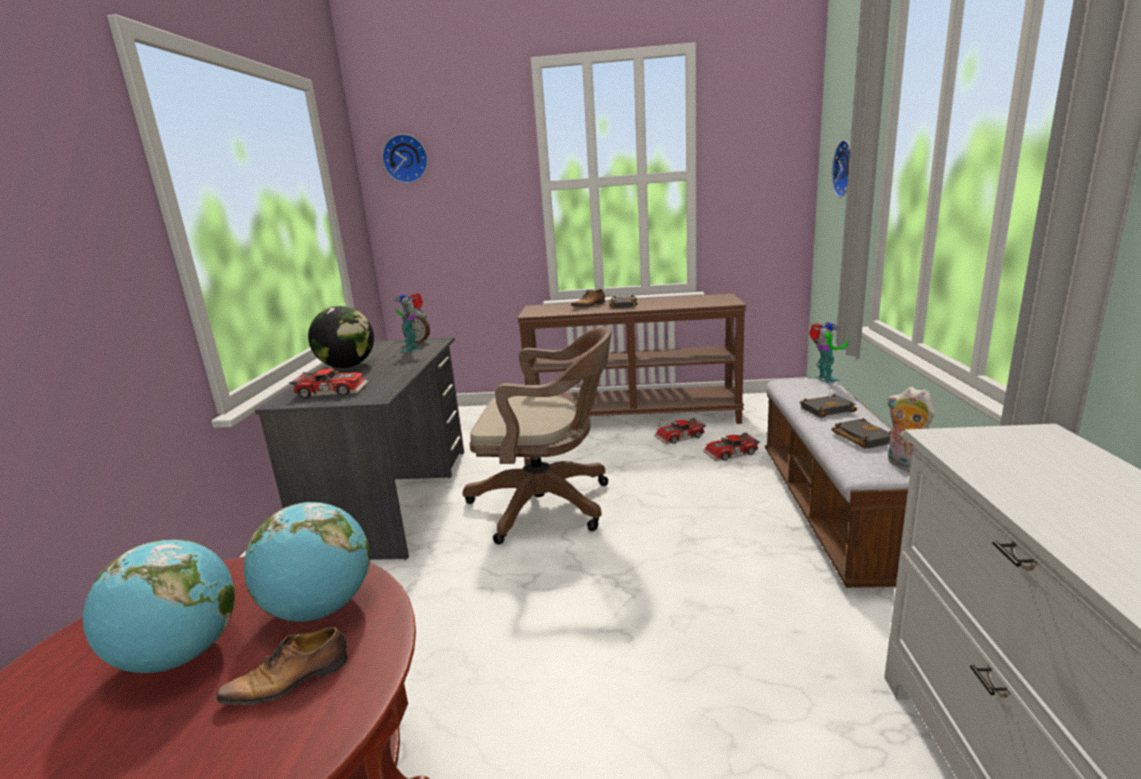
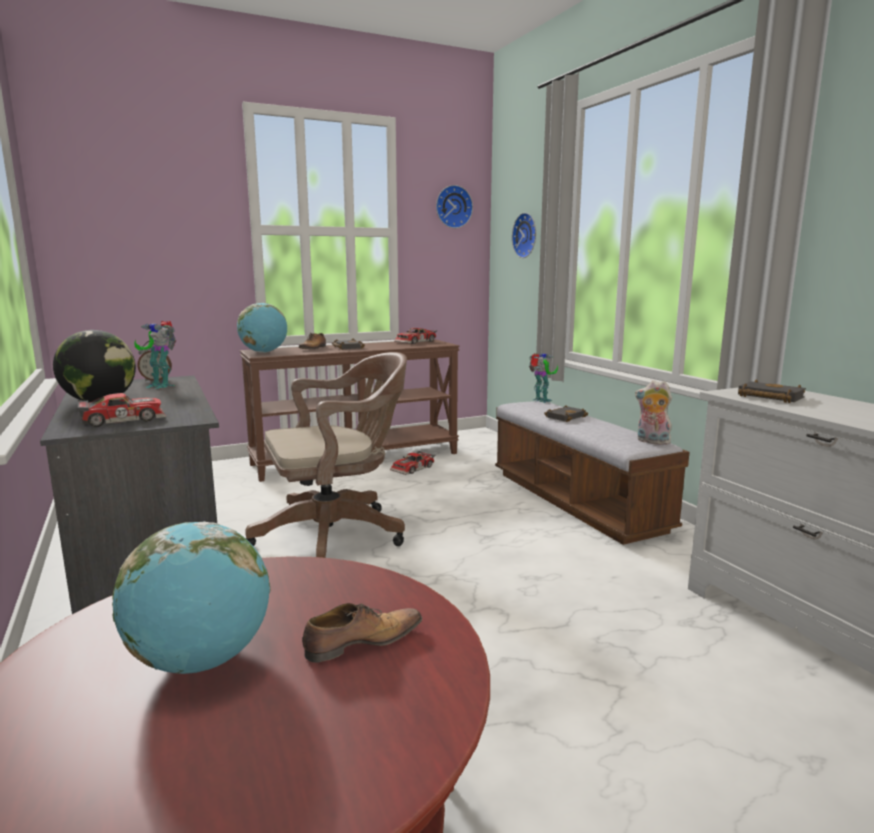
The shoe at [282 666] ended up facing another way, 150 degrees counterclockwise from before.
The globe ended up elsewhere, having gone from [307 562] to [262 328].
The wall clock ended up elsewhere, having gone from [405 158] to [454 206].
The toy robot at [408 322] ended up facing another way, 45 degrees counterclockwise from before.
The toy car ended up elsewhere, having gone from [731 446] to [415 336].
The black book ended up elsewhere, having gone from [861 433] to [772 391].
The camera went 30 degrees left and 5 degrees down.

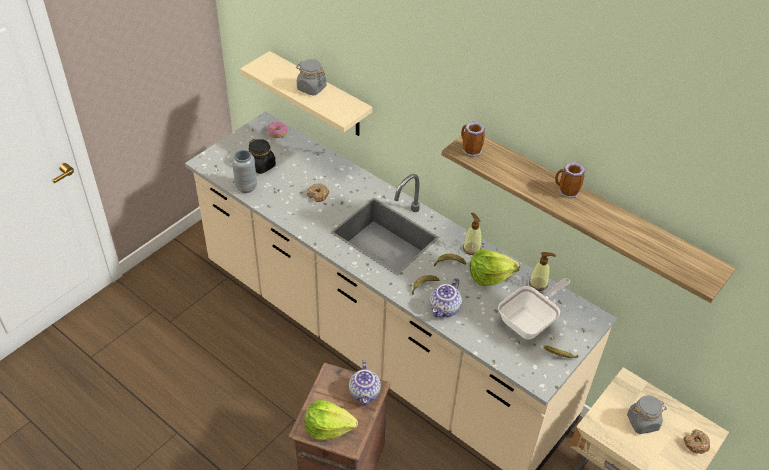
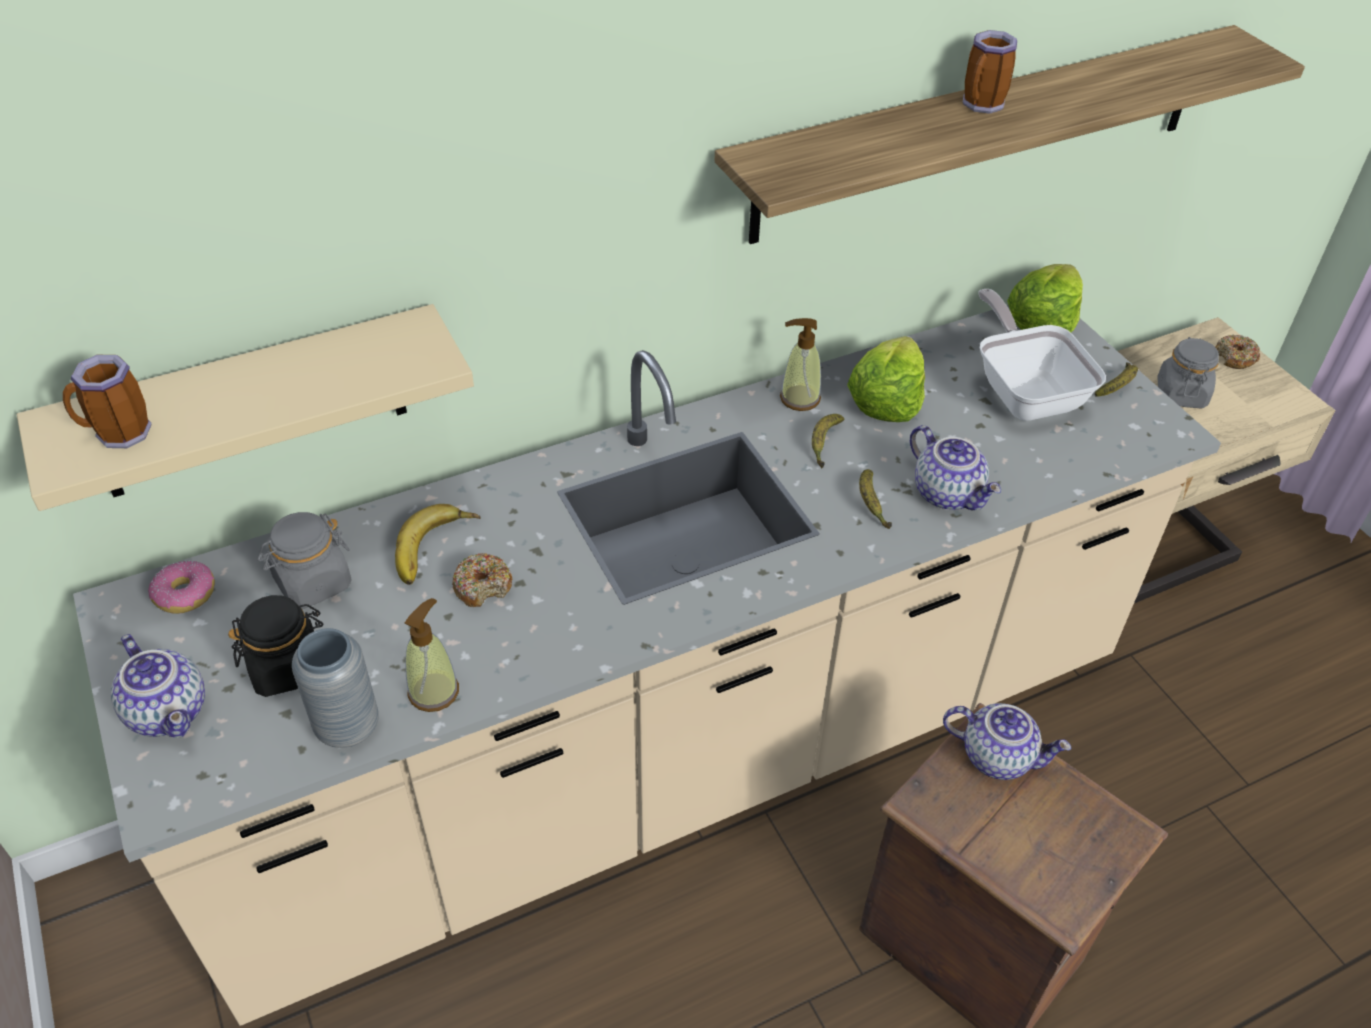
The grey jar ended up elsewhere, having gone from [311 77] to [304 560].
The lettuce ended up elsewhere, having gone from [331 420] to [1045 298].
The mug ended up elsewhere, having gone from [473 139] to [107 401].
The soap dispenser ended up elsewhere, having gone from [542 271] to [432 655].
The second view gained the teapot at [158 686].
The second view gained the banana at [438 544].
The camera went 65 degrees left and 0 degrees up.

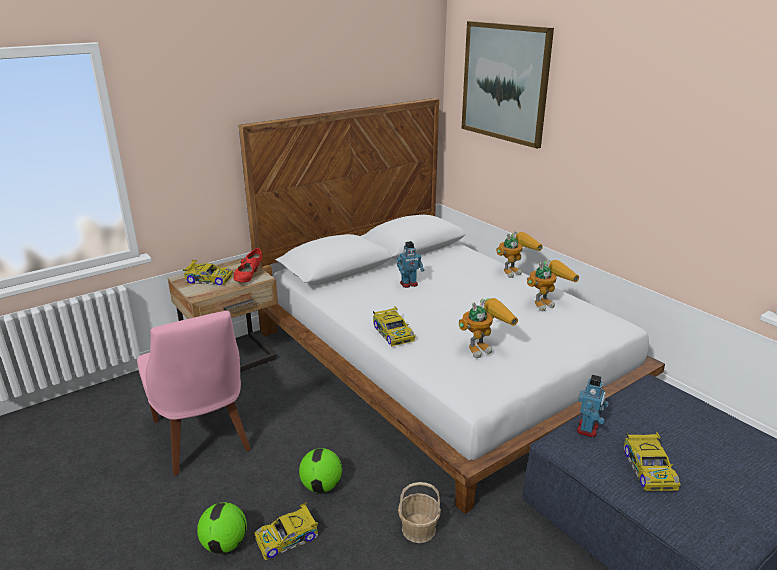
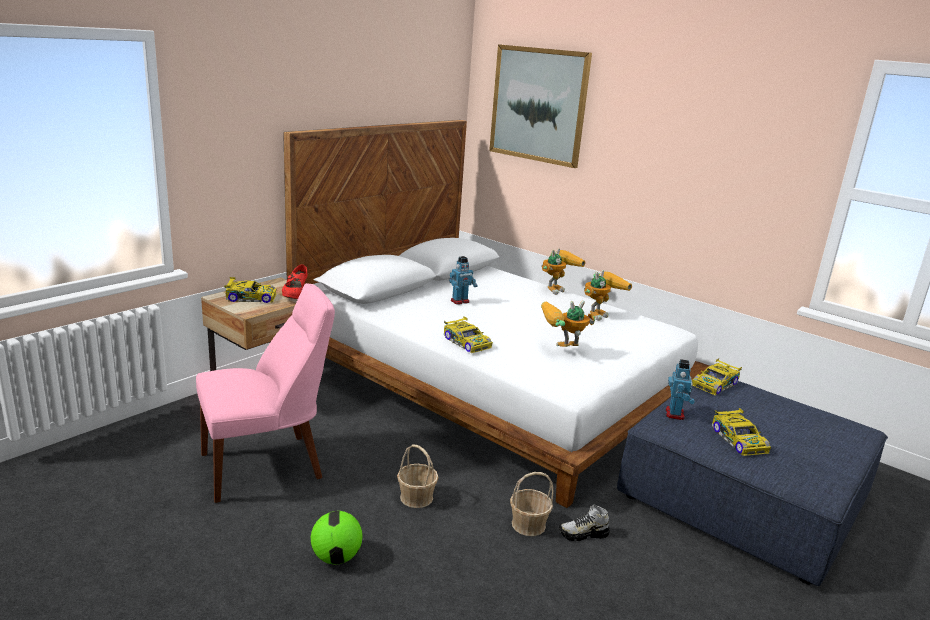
The pink chair at [194 393] ended up facing another way, 75 degrees counterclockwise from before.
The toy car ended up elsewhere, having gone from [286 531] to [717 377].
Where the football stood at [320 470], the basket came to stand at [418 476].
The toy robot at [488 328] ended up facing another way, 150 degrees counterclockwise from before.
The second view gained the shoe at [584 522].
The camera went 15 degrees left and 5 degrees down.

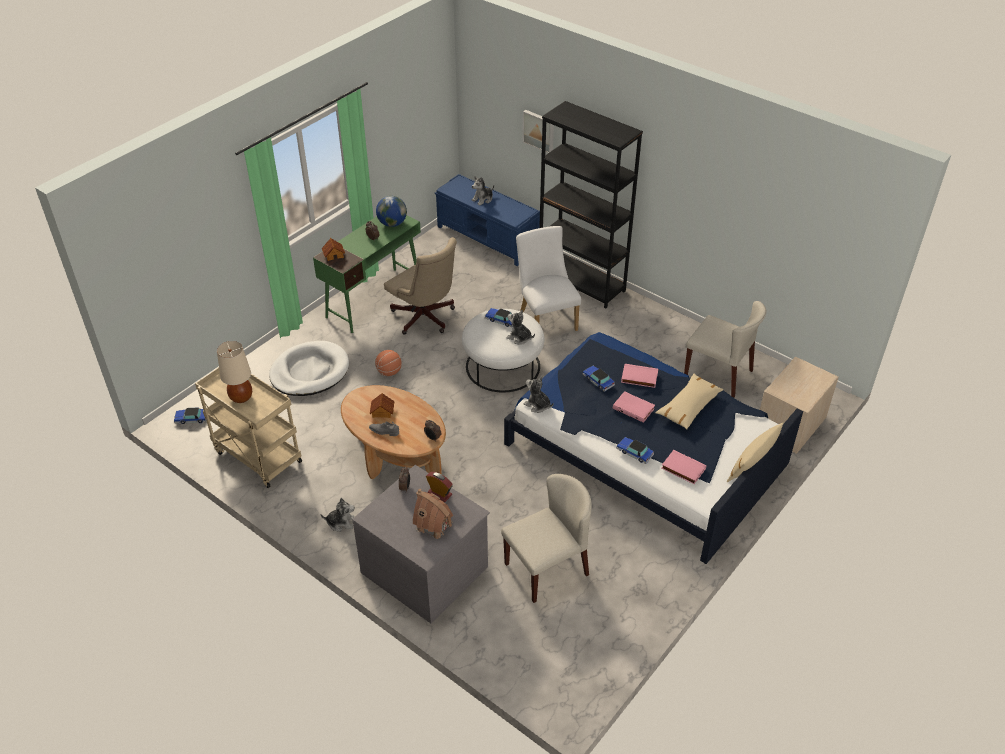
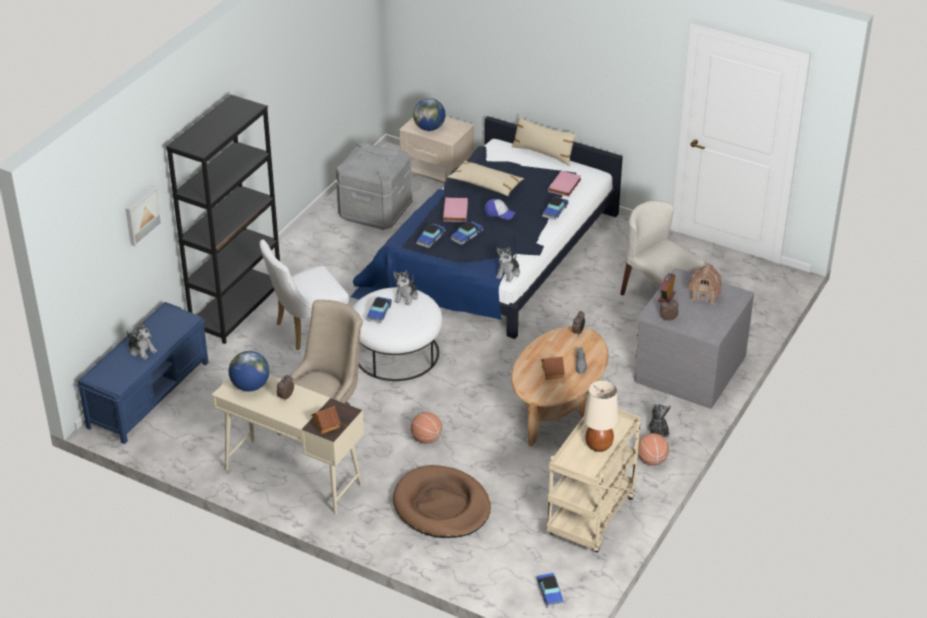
What was the white dog bed at [309 368] turned into the brown dog bed at [442 501].
What was the green desk at [367 274] turned into the beige desk at [288 445].
Where the pink book stood at [634 407], the cap came to stand at [500 209].
Where the beige chair stood at [725 349], the grey storage box came to stand at [374 186].
The second view gained the globe at [429 114].
The second view gained the toy car at [431 236].
The second view gained the basketball at [653 449].
The camera went 100 degrees left and 5 degrees down.

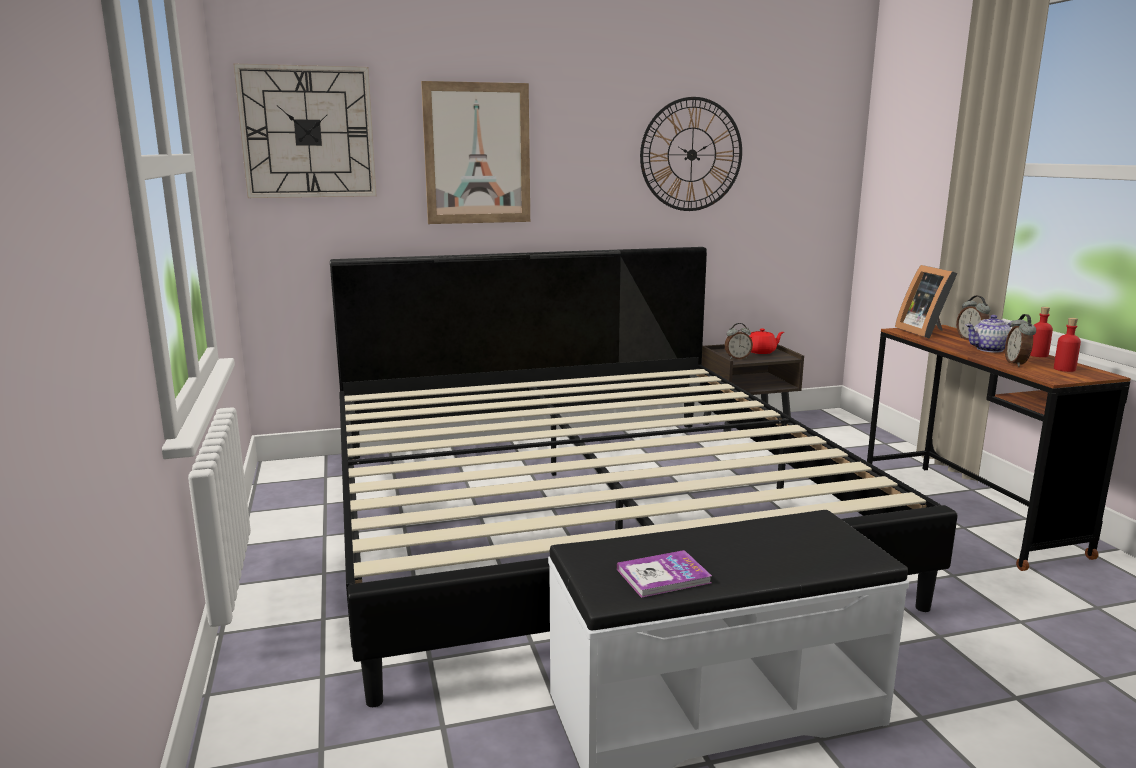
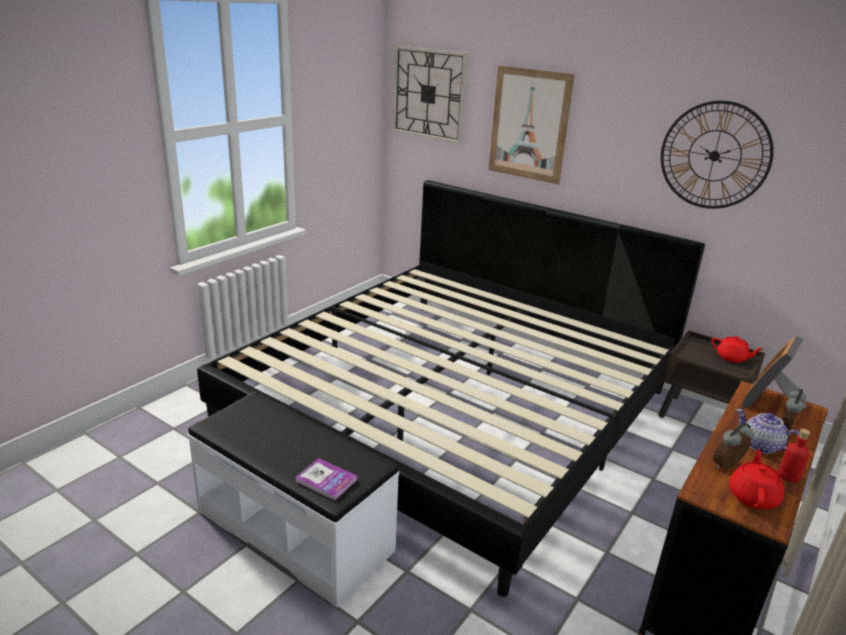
The book ended up elsewhere, having gone from [664 574] to [326 479].
The second view lost the alarm clock at [738 341].
Where the red bottle stood at [1067 345], the red teapot came to stand at [756 479].
The camera went 50 degrees right and 10 degrees up.

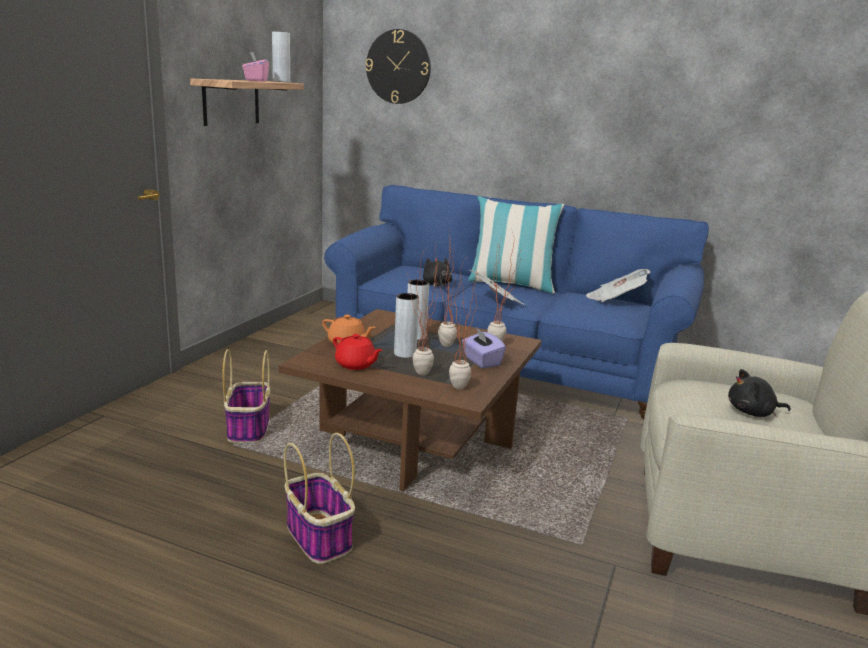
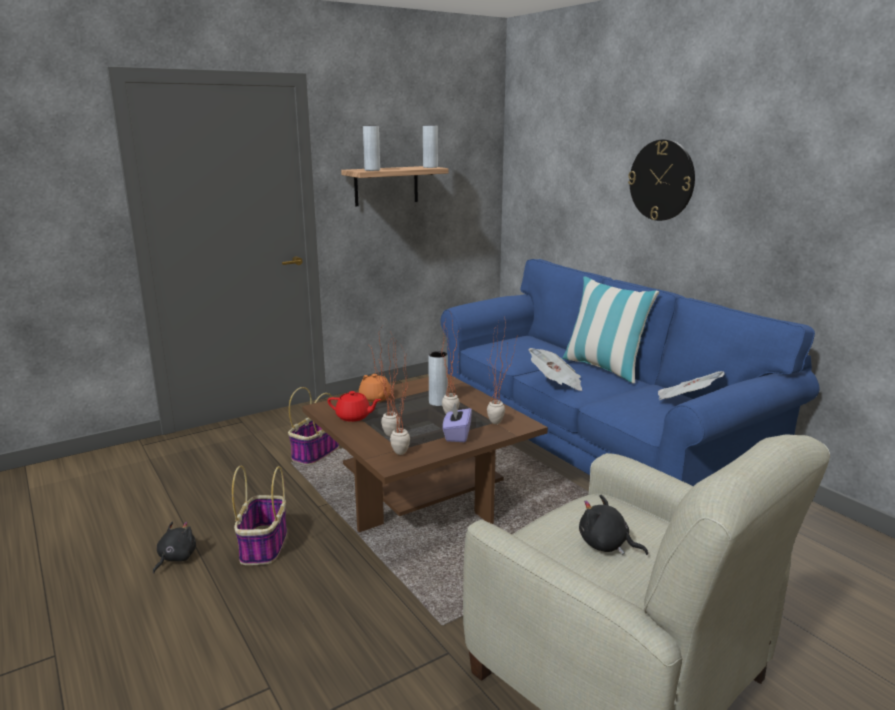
The second view lost the pink tissue box at [255 67].
The red teapot at [358 352] ended up facing another way, 60 degrees counterclockwise from before.
The wall clock ended up elsewhere, having gone from [398 66] to [661 180].
The grey vase ended up elsewhere, having gone from [406 325] to [371 148].
The black plush toy ended up elsewhere, having gone from [437 273] to [174 548].
The camera went 35 degrees right and 0 degrees up.

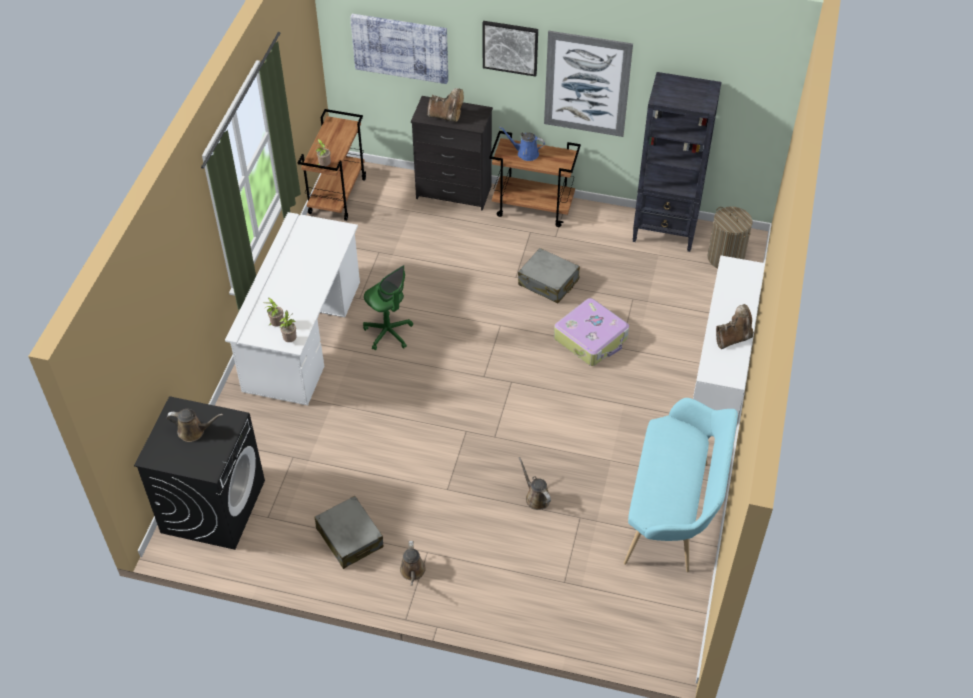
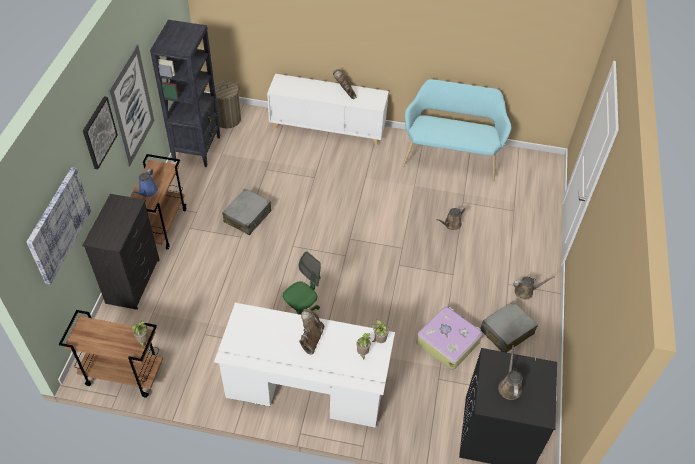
The brown boot ended up elsewhere, having gone from [445 105] to [311 331].
The suitcase ended up elsewhere, having gone from [591 332] to [449 338].
The camera went 95 degrees left and 0 degrees up.

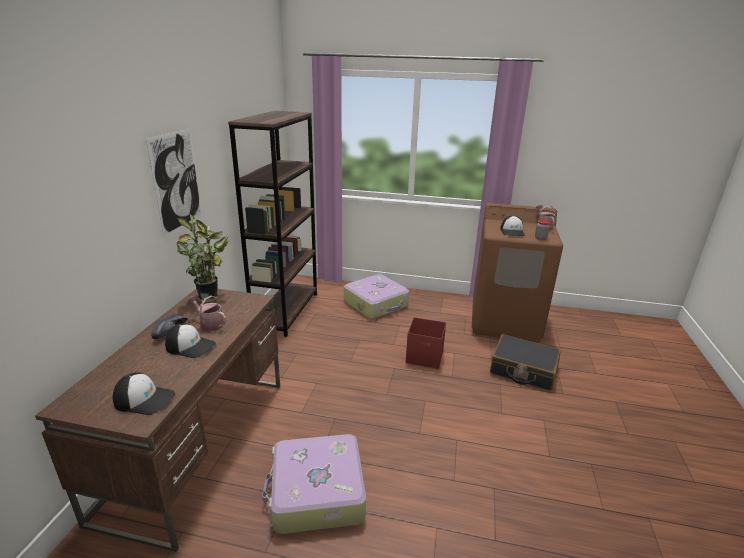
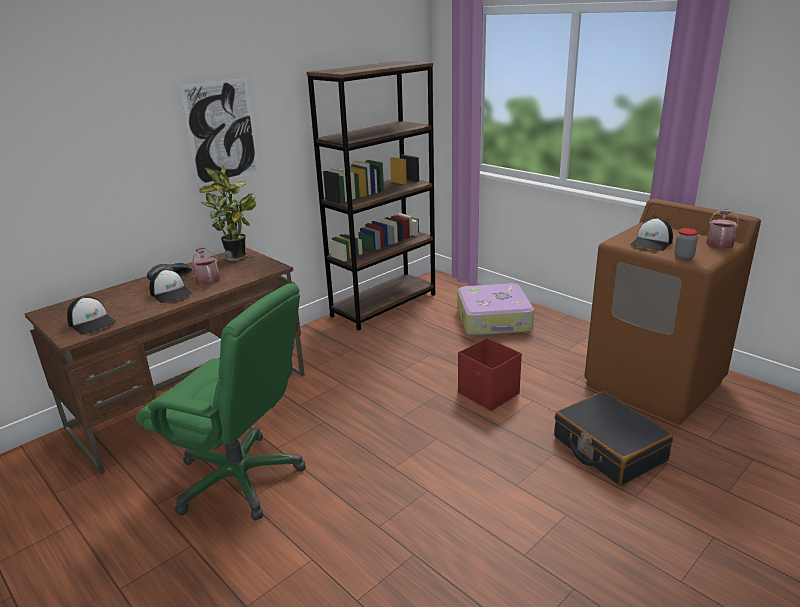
Where the suitcase stood at [314 484], the green office chair came to stand at [221 402].
The camera went 35 degrees right and 0 degrees up.

